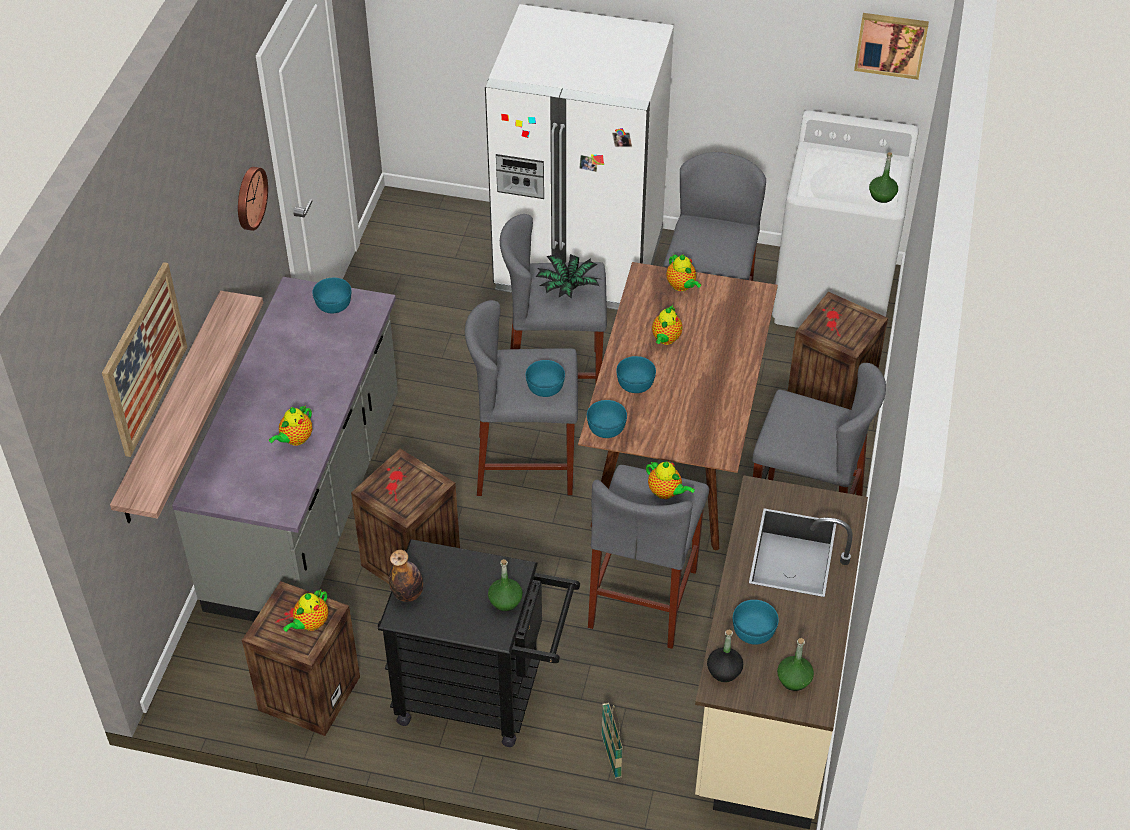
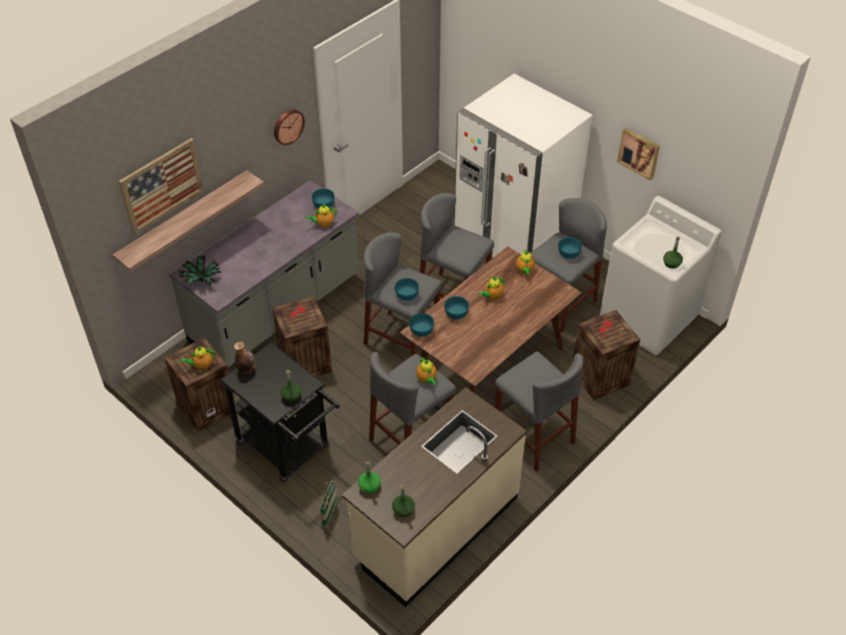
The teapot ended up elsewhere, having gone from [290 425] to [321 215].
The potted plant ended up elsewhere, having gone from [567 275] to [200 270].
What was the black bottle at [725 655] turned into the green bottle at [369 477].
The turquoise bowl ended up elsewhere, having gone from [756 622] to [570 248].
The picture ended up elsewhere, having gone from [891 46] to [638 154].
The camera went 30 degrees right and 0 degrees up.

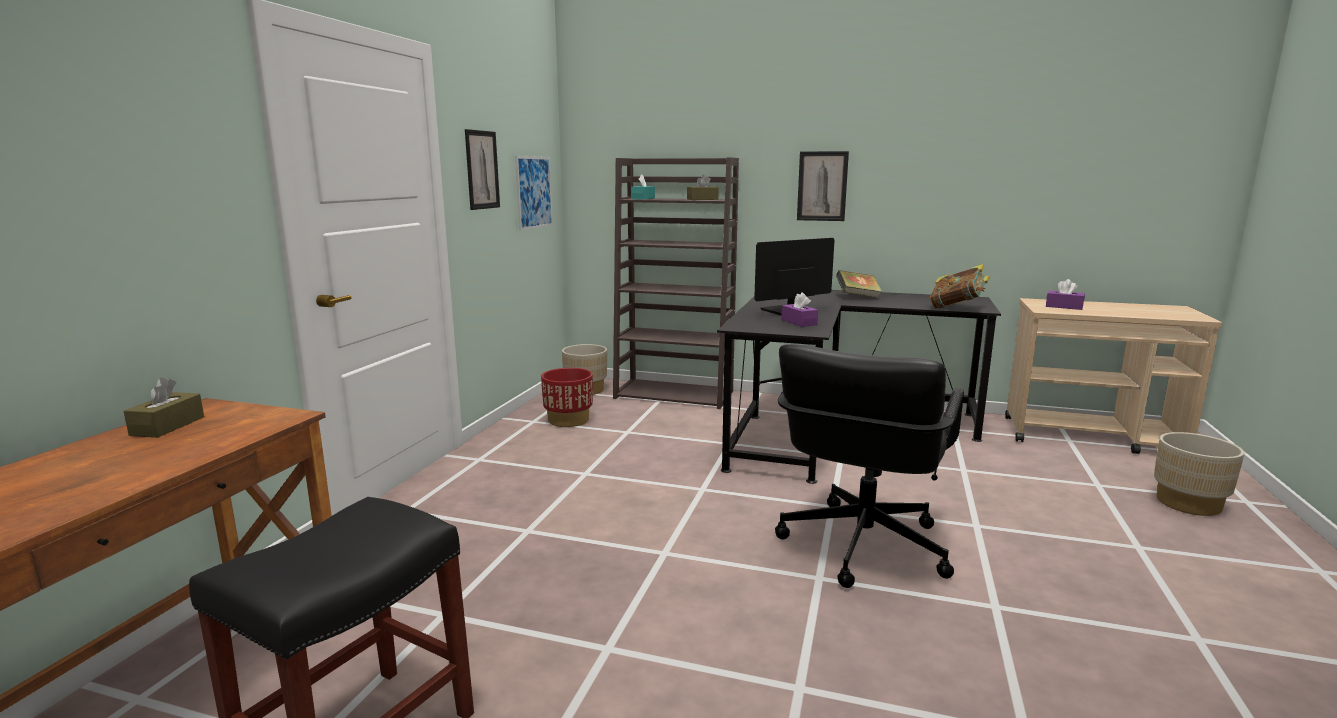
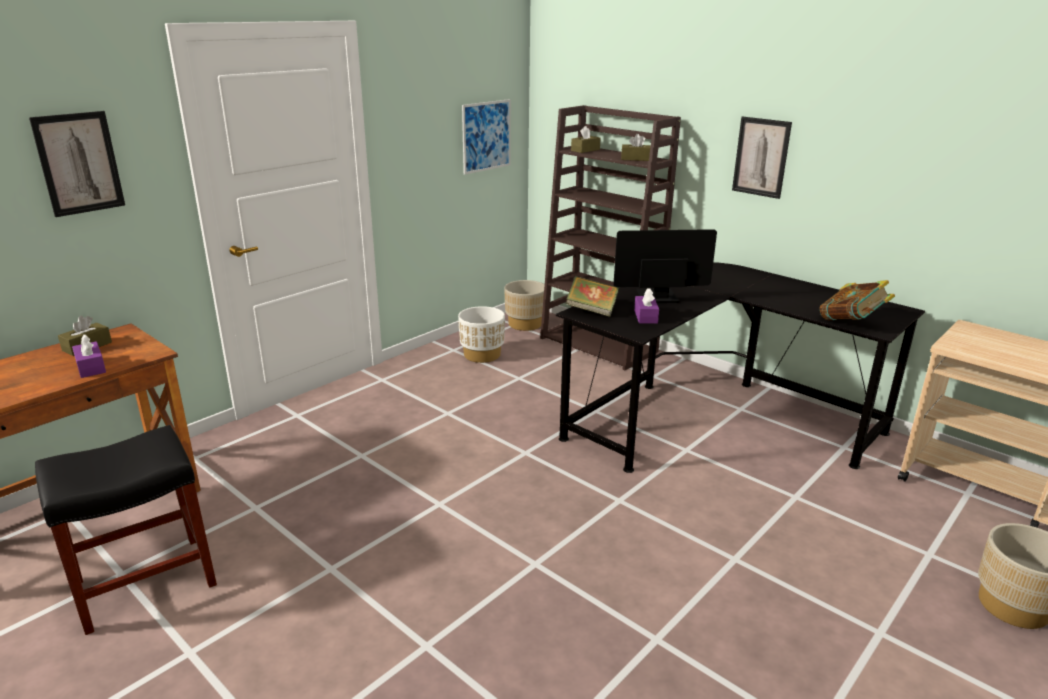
The picture ended up elsewhere, having gone from [482 169] to [77 164].
What was the red planter at [567 397] turned into the white planter at [481 334].
What was the turquoise tissue box at [643 187] turned into the brown tissue box at [585 139].
The second view lost the black office chair at [869 466].
The book ended up elsewhere, having gone from [859 284] to [592 296].
The purple tissue box ended up elsewhere, having gone from [1065 294] to [89 356].
The camera went 25 degrees right and 10 degrees up.

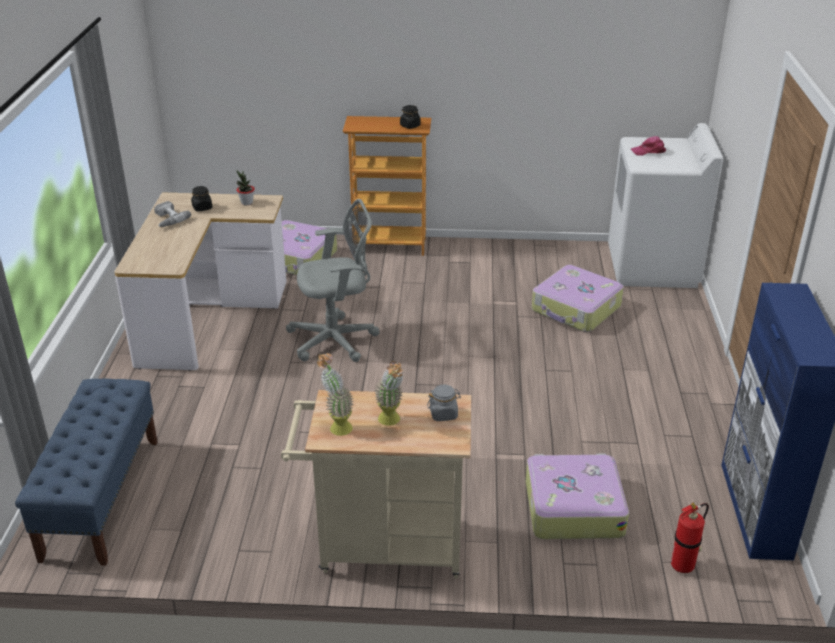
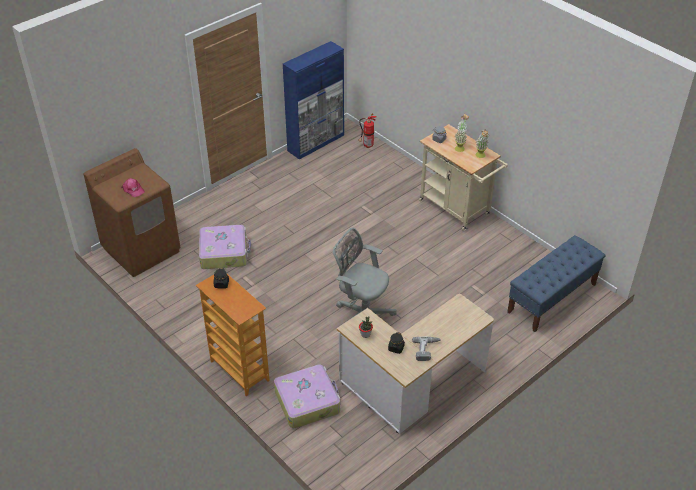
The second view lost the suitcase at [577 496].
What was the white washing machine at [665 205] turned into the brown washing machine at [132 212].
The camera went 135 degrees left and 10 degrees up.

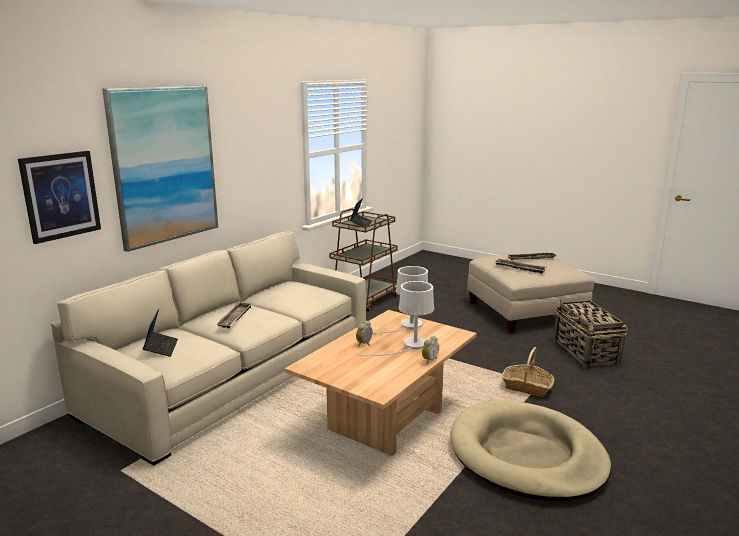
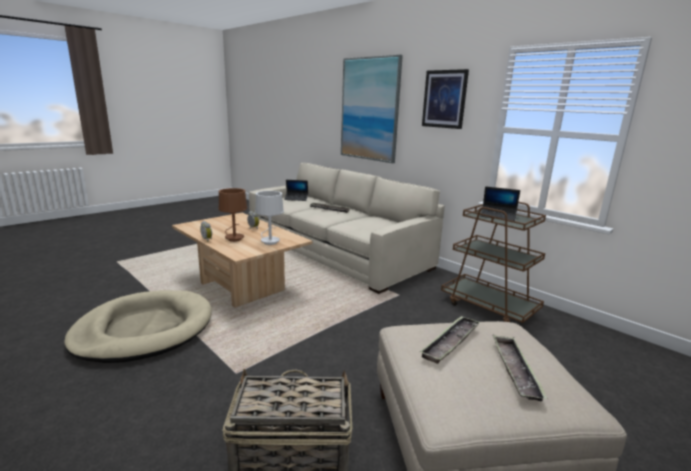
The picture ended up elsewhere, having gone from [59 197] to [445 99].
What was the white table lamp at [395 318] turned into the brown table lamp at [232 215].
The second view lost the basket at [528 372].
The camera went 100 degrees right and 0 degrees up.

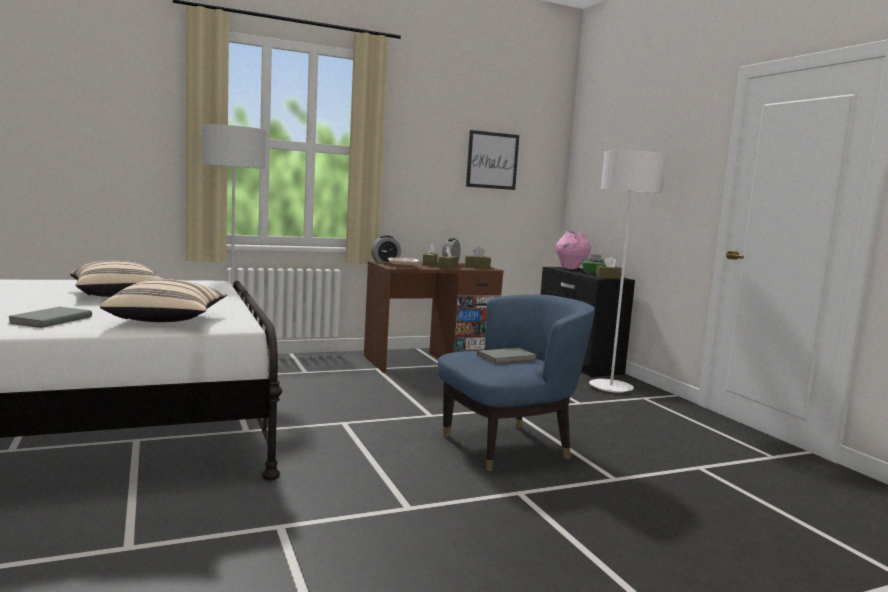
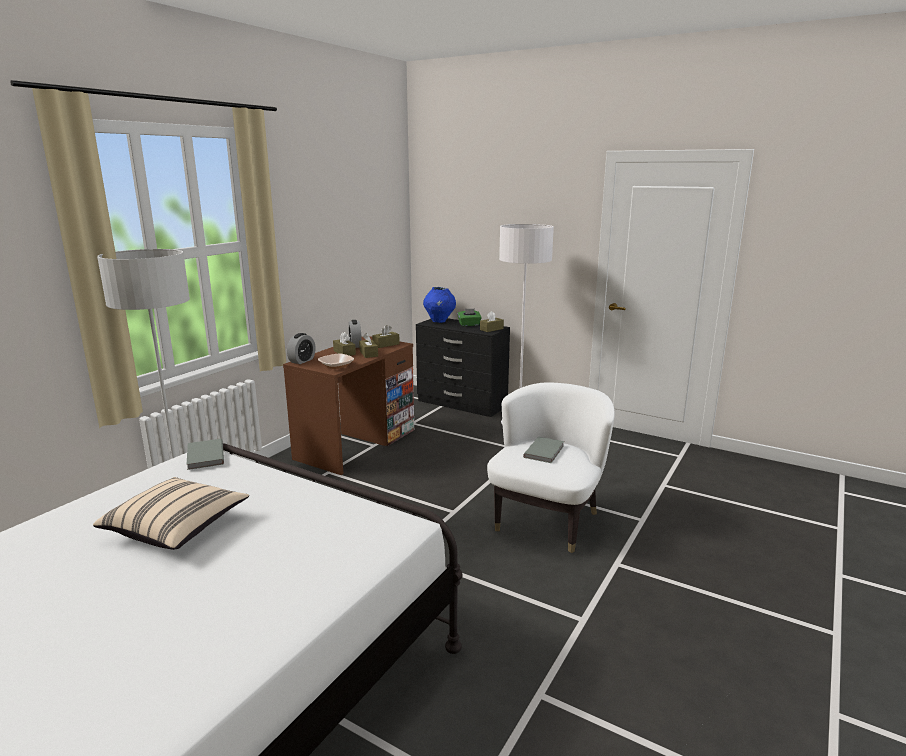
The grey book ended up elsewhere, having gone from [50 317] to [205 454].
The second view lost the beige pillow at [163 300].
What was the blue armchair at [516 382] turned into the white armchair at [551 467].
The second view lost the picture at [492 160].
What was the pink vase at [573 250] turned into the blue vase at [439 305].
The camera went 35 degrees left and 10 degrees up.

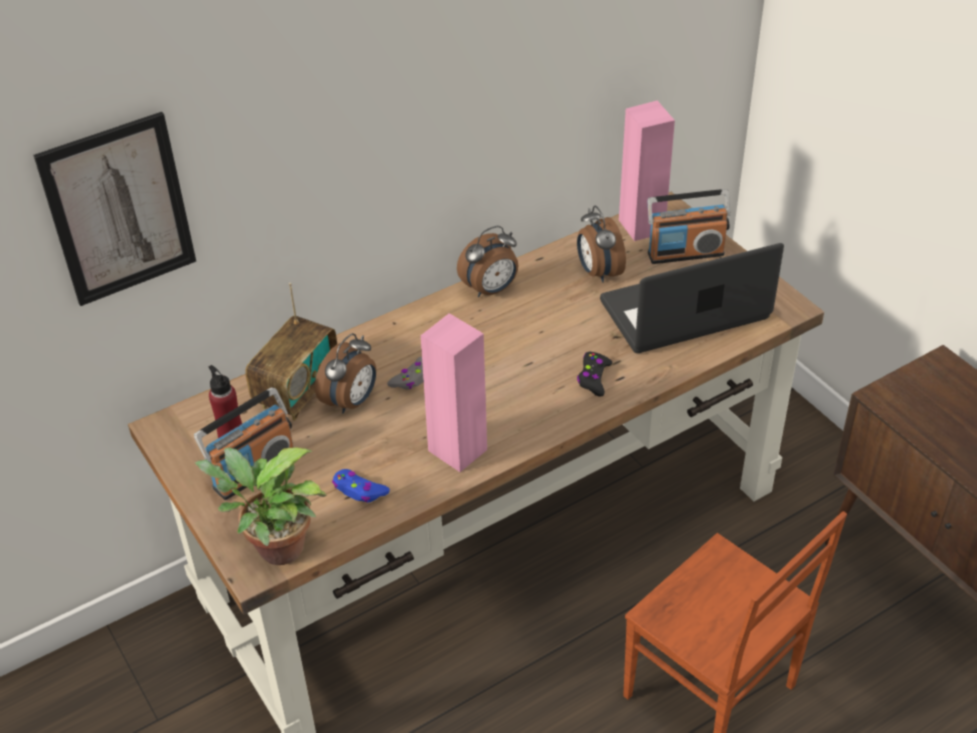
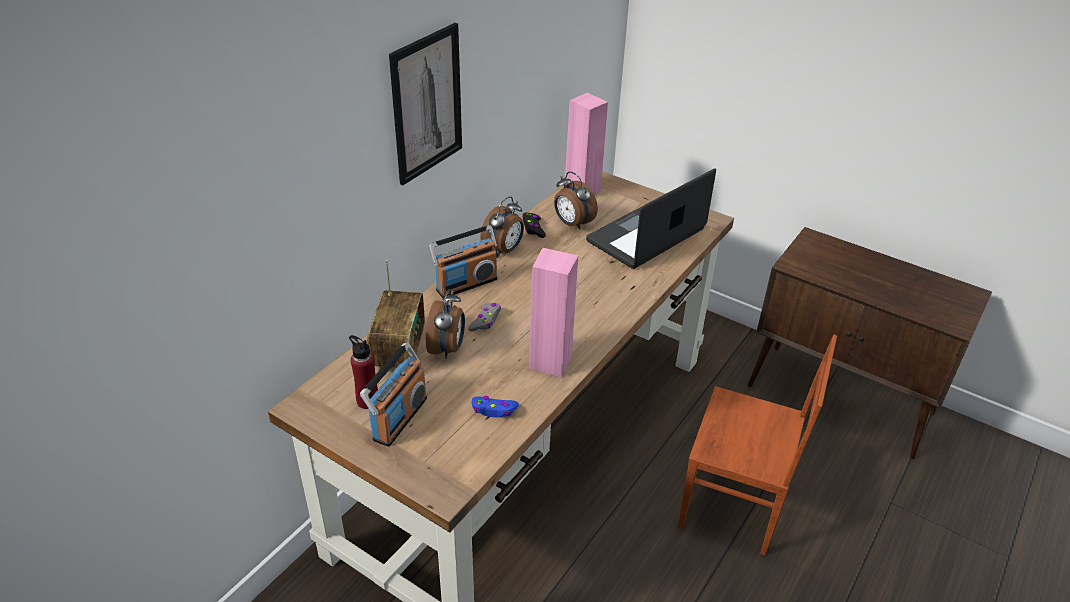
The picture ended up elsewhere, having gone from [114 209] to [425 104].
The second view lost the potted plant at [260 506].
The black game controller ended up elsewhere, having gone from [594 374] to [534 225].
The radio ended up elsewhere, having gone from [689 226] to [463 261].
The camera went 25 degrees left and 5 degrees down.

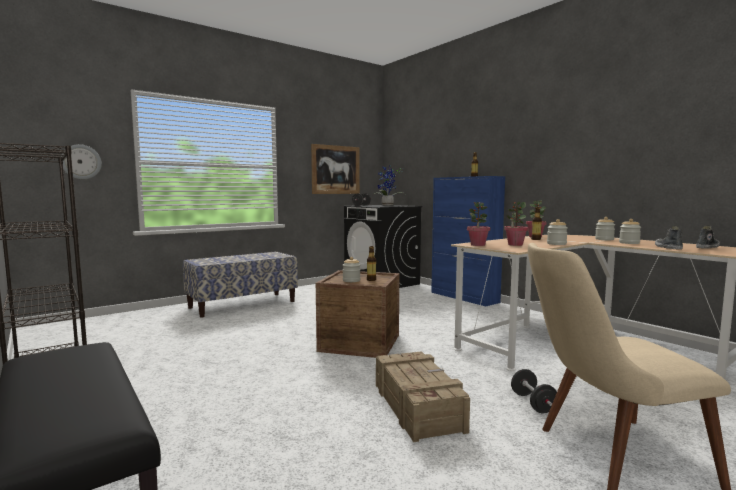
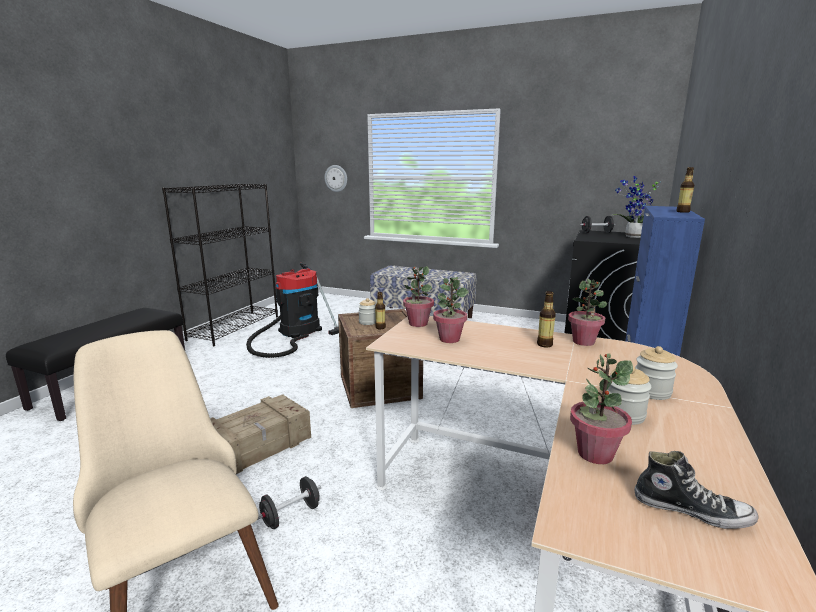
The second view lost the picture at [335 169].
The second view lost the jar at [557 232].
Where the shoe stood at [669 238], the potted plant came to stand at [601 408].
The second view gained the vacuum cleaner at [292 310].
The camera went 60 degrees right and 10 degrees up.

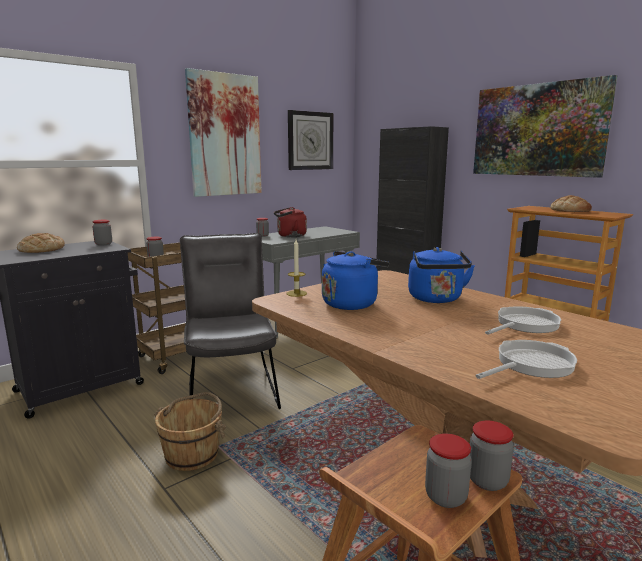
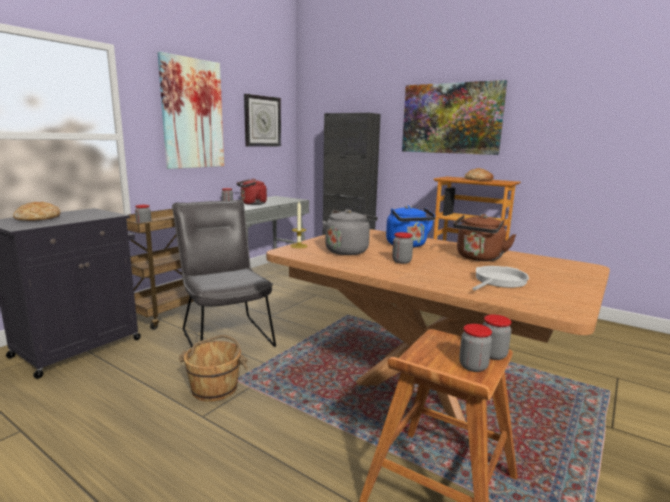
The jar ended up elsewhere, having gone from [102 233] to [402 248].
What was the blue kettle at [355 280] turned into the grey kettle at [350 232].
Where the frying pan stood at [523 320], the brown kettle came to stand at [484 237].
The camera went 15 degrees left and 0 degrees up.

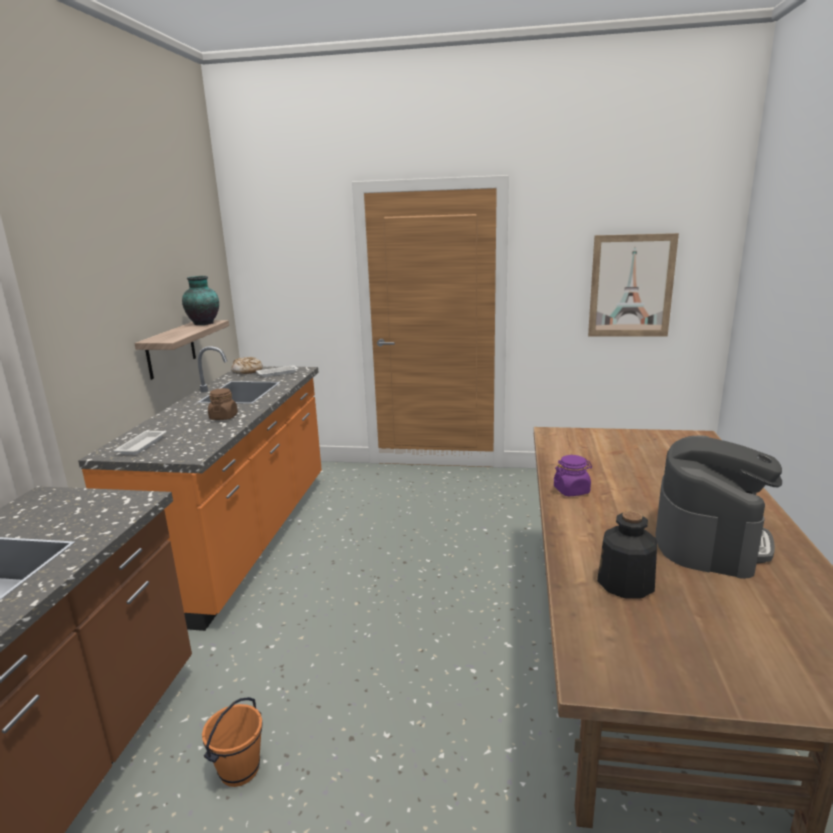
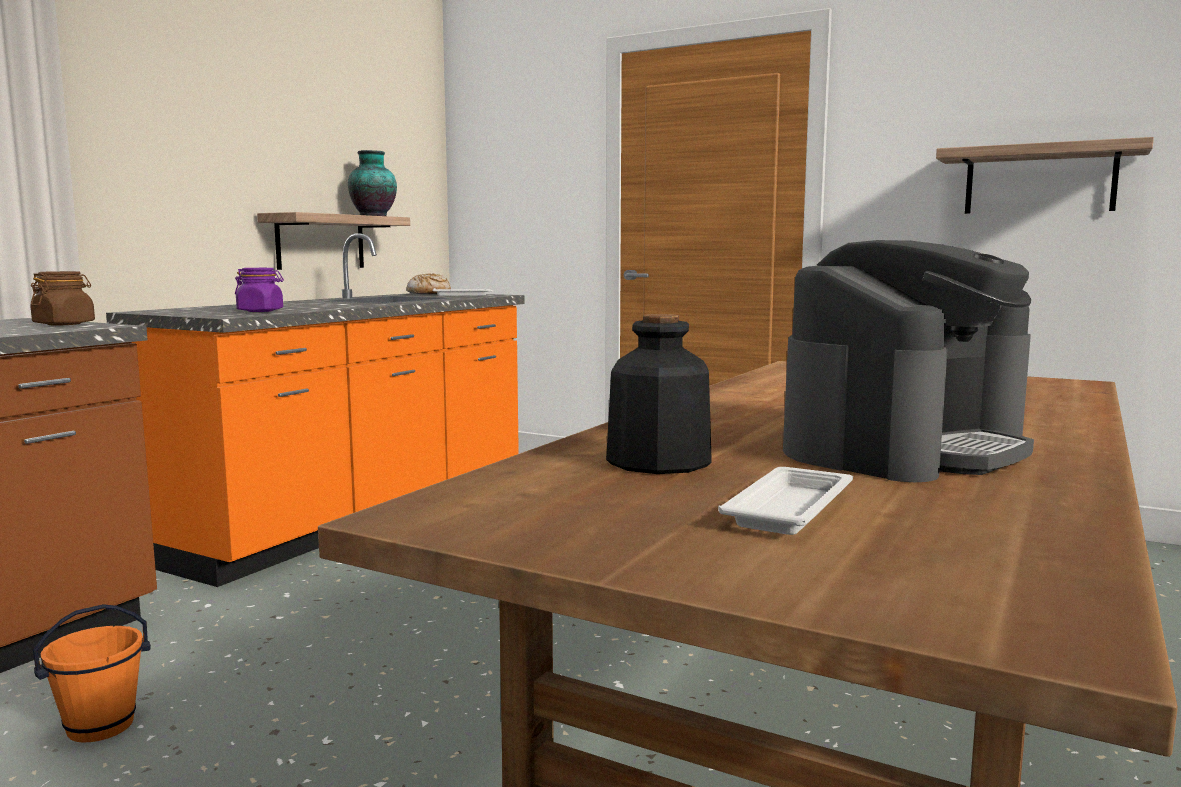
The white tray ended up elsewhere, having gone from [140 443] to [785 501].
The brown jar ended up elsewhere, having gone from [223 404] to [62 298].
The purple jar ended up elsewhere, having gone from [573 475] to [259 290].
Where the picture hung at [633 285], the shelf came to hang at [1045 175].
The camera went 20 degrees right and 10 degrees down.

